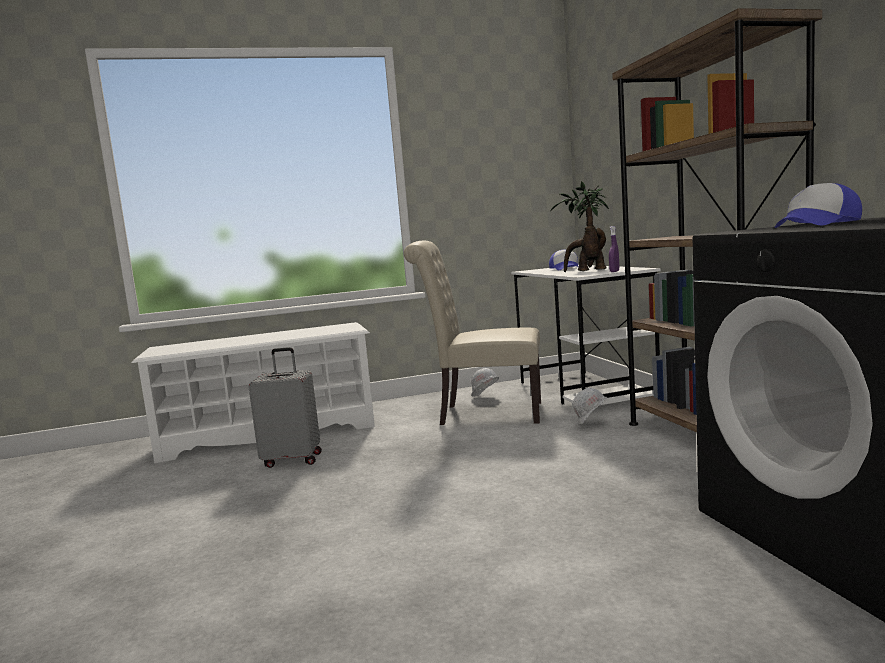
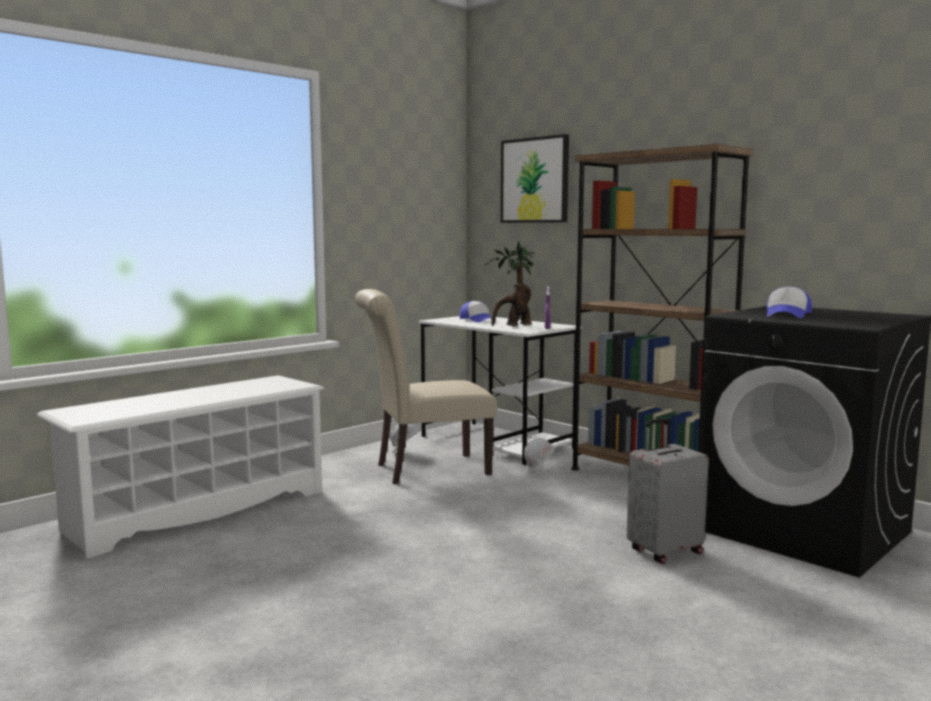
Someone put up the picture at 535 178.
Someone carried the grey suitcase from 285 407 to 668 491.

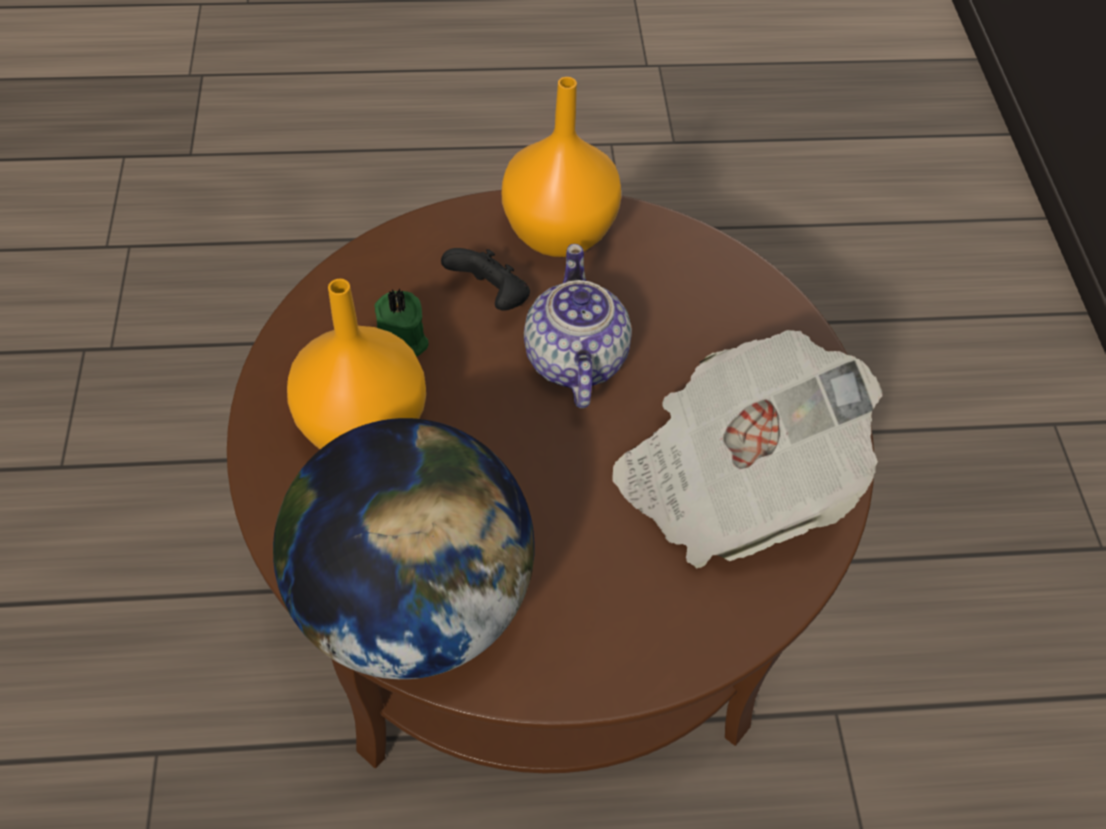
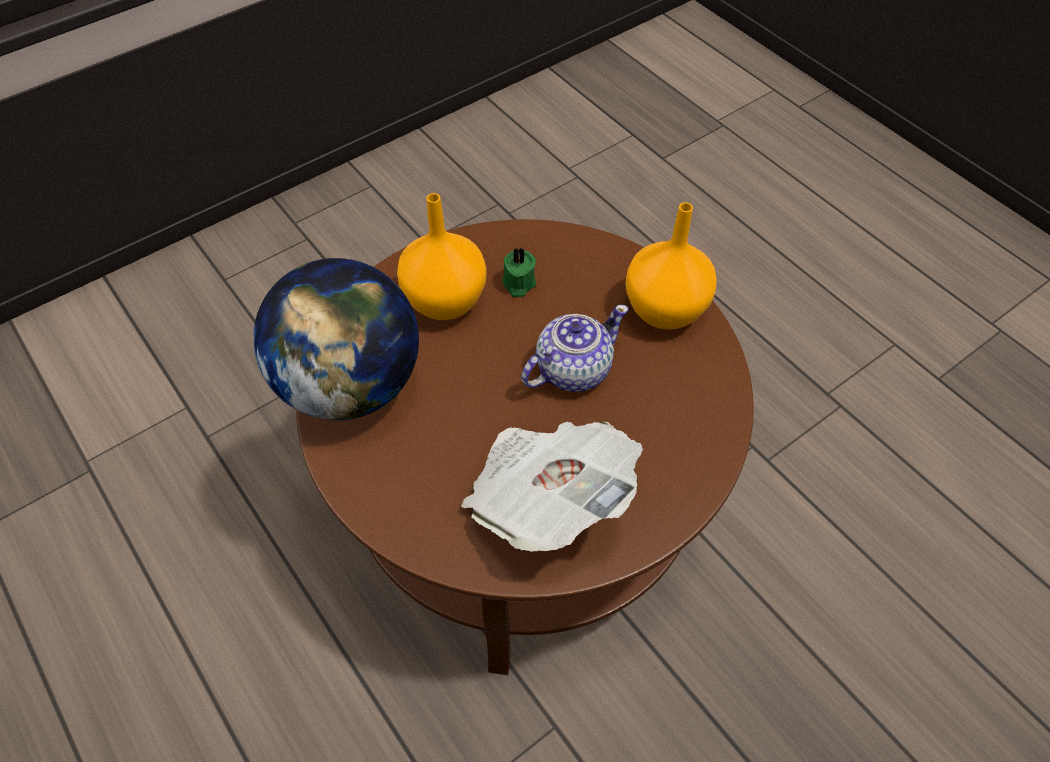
Someone took away the black game controller at 485 279.

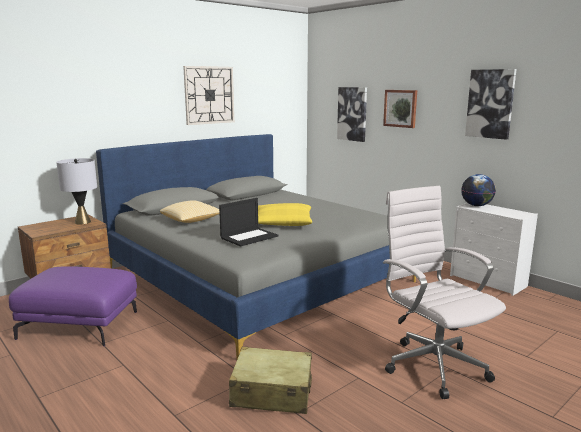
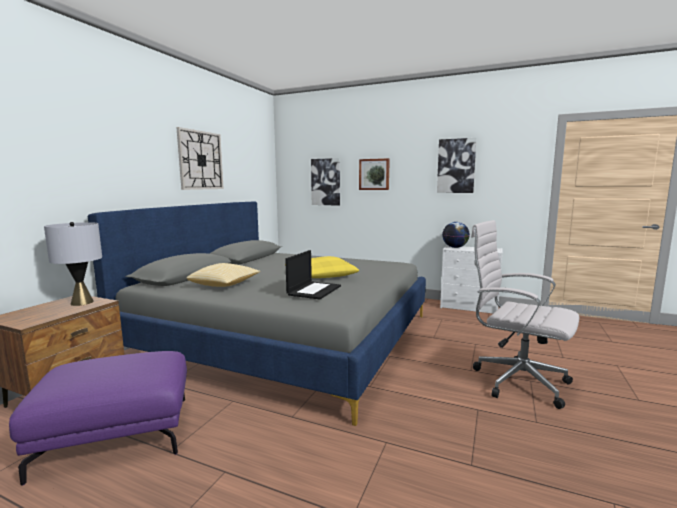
Someone took away the beige suitcase at 270 380.

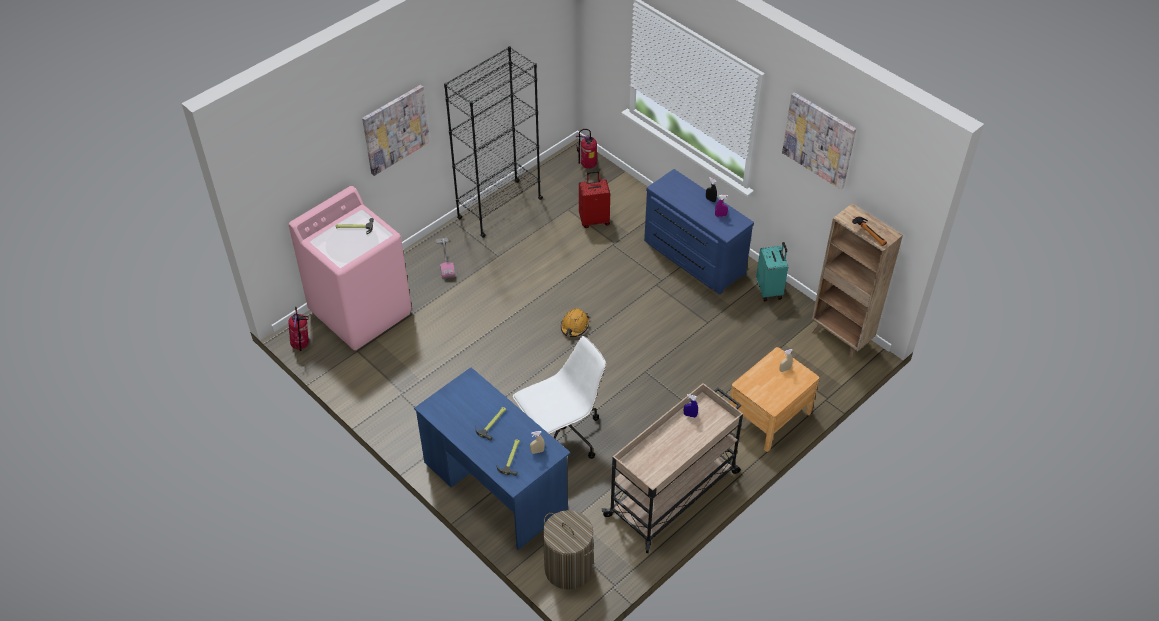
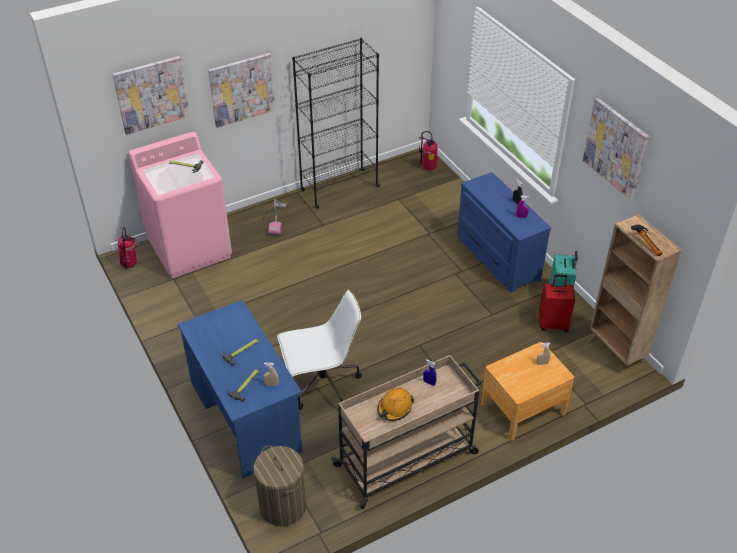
Someone put up the picture at 151 95.
Someone carried the orange hard hat from 575 323 to 396 404.
Someone carried the red suitcase from 594 199 to 557 303.

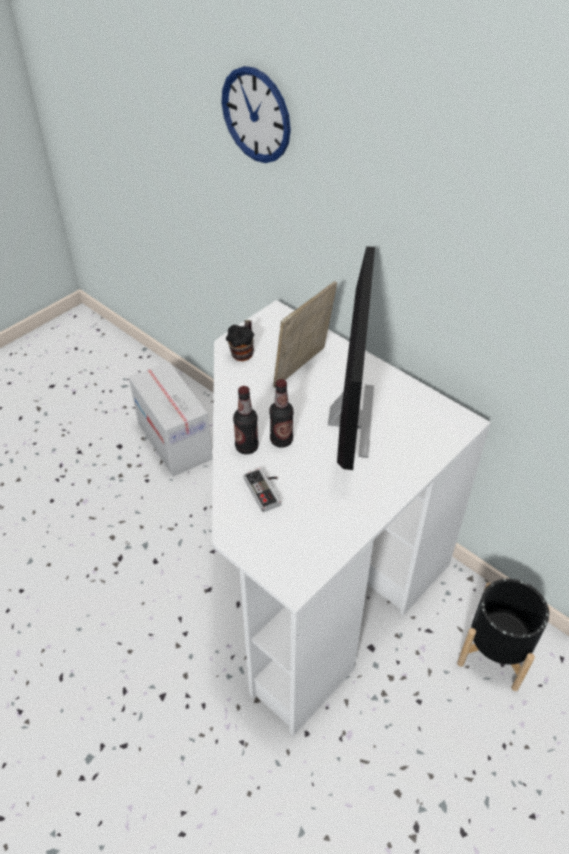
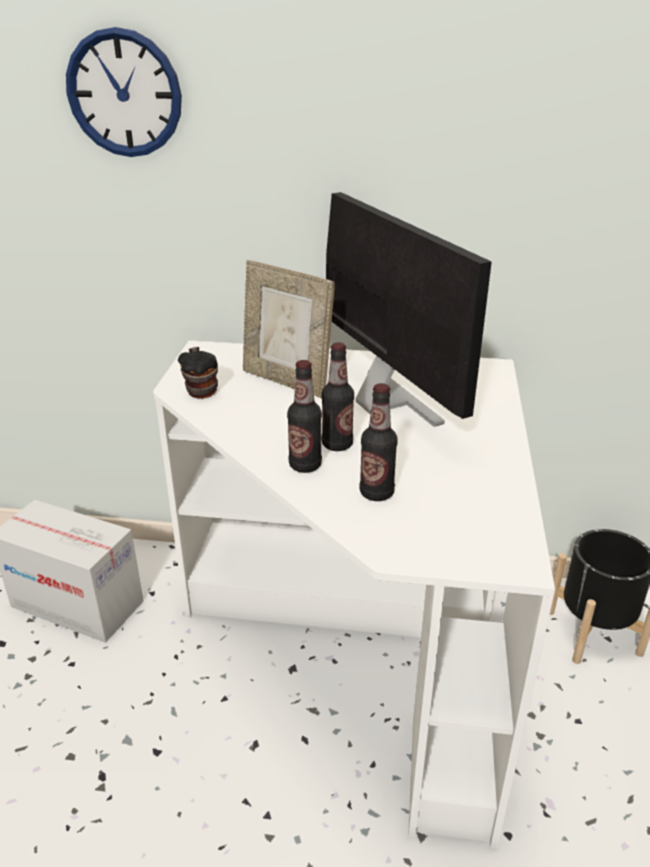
Someone swapped the game controller at 262 490 for the bottle at 379 442.
Someone rotated the picture frame at 305 334 by 60 degrees counterclockwise.

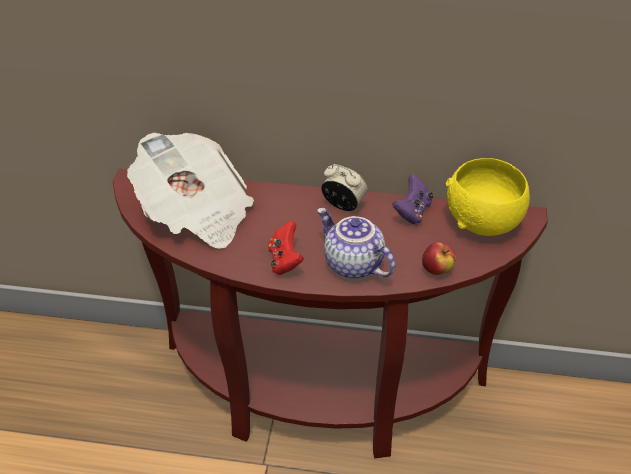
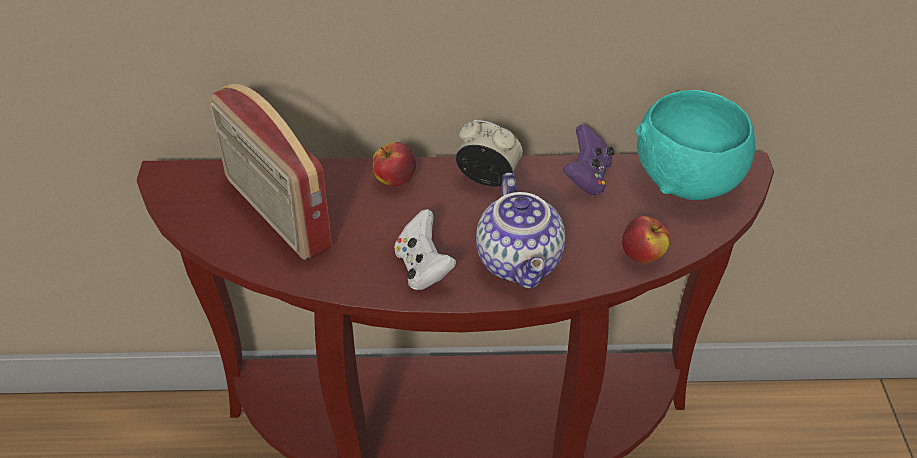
Someone put down the apple at 394 164.
Someone swapped the newspaper at 190 191 for the radio at 270 172.
Someone repainted the red game controller at 286 248, which became the white game controller at 425 249.
Someone repainted the yellow bowl at 488 197, which became the turquoise bowl at 695 145.
Someone rotated the teapot at 356 243 by 135 degrees counterclockwise.

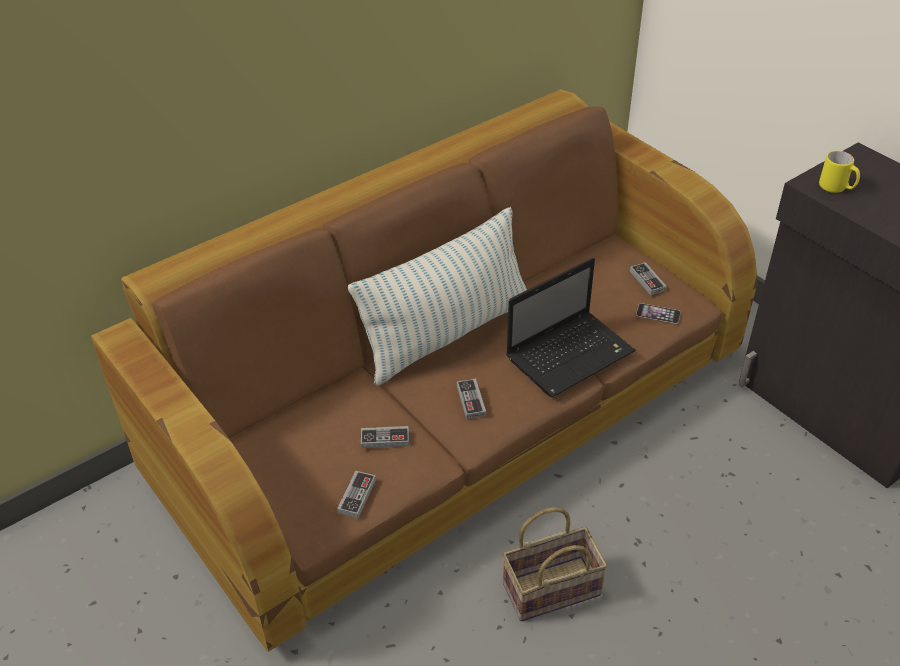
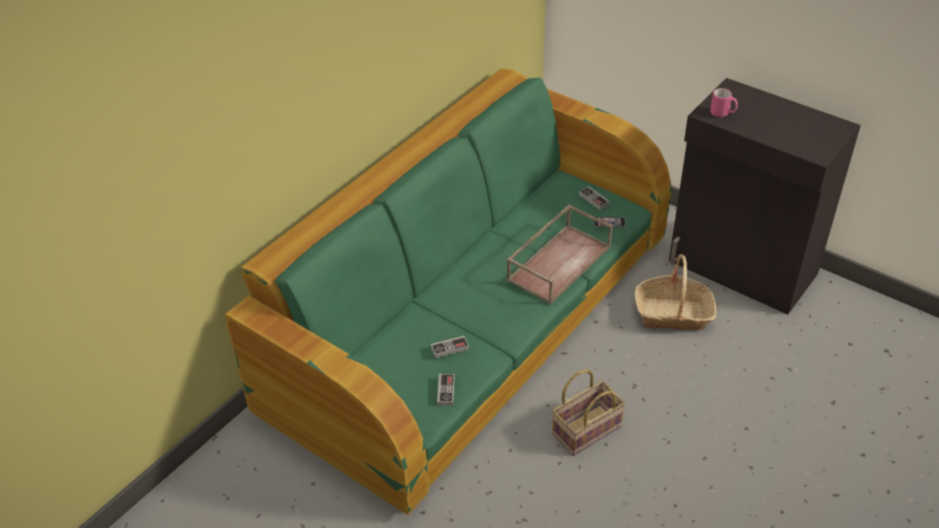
Someone took away the pillow at 437 296.
Someone took away the game controller at 471 399.
Someone put down the basket at 675 292.
Someone swapped the laptop at 571 327 for the brown tray at 559 255.
Someone repainted the brown sofa at 424 370, which became the green sofa at 448 291.
Someone repainted the yellow mug at 839 172, which became the pink mug at 724 102.

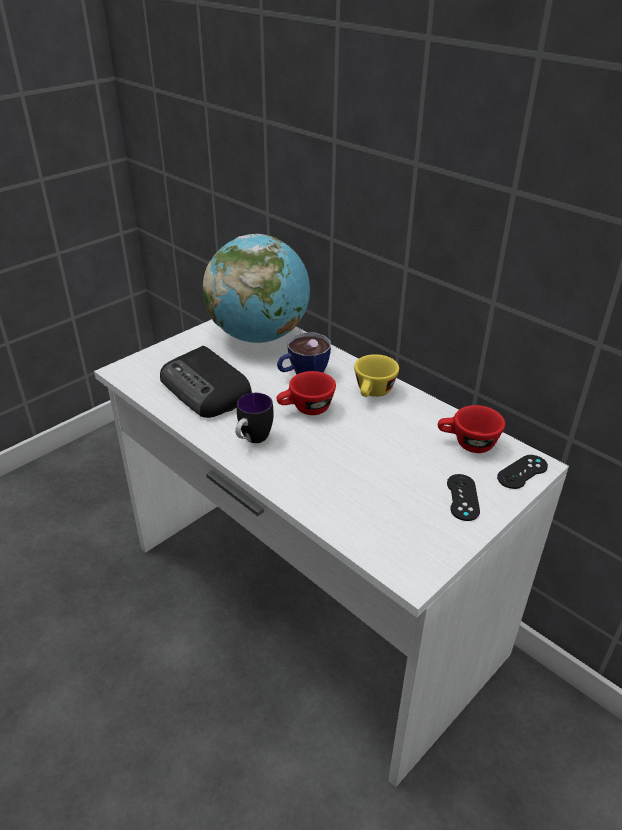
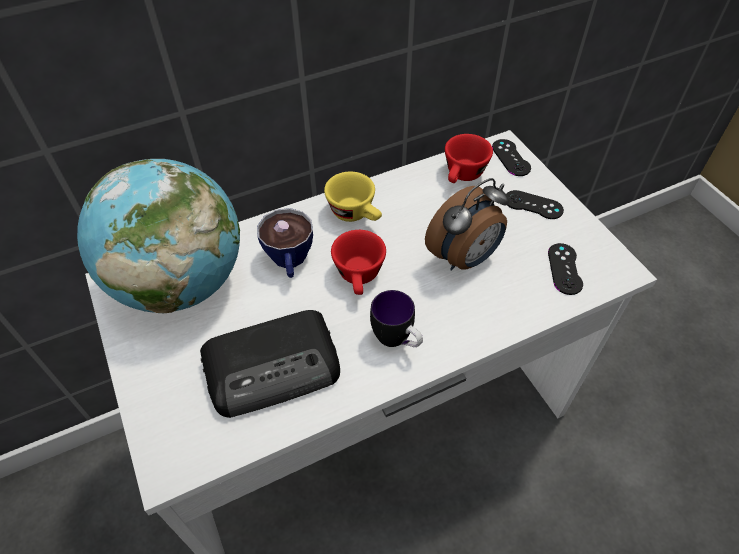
Someone put down the alarm clock at 467 224.
Someone put down the black game controller at 565 269.

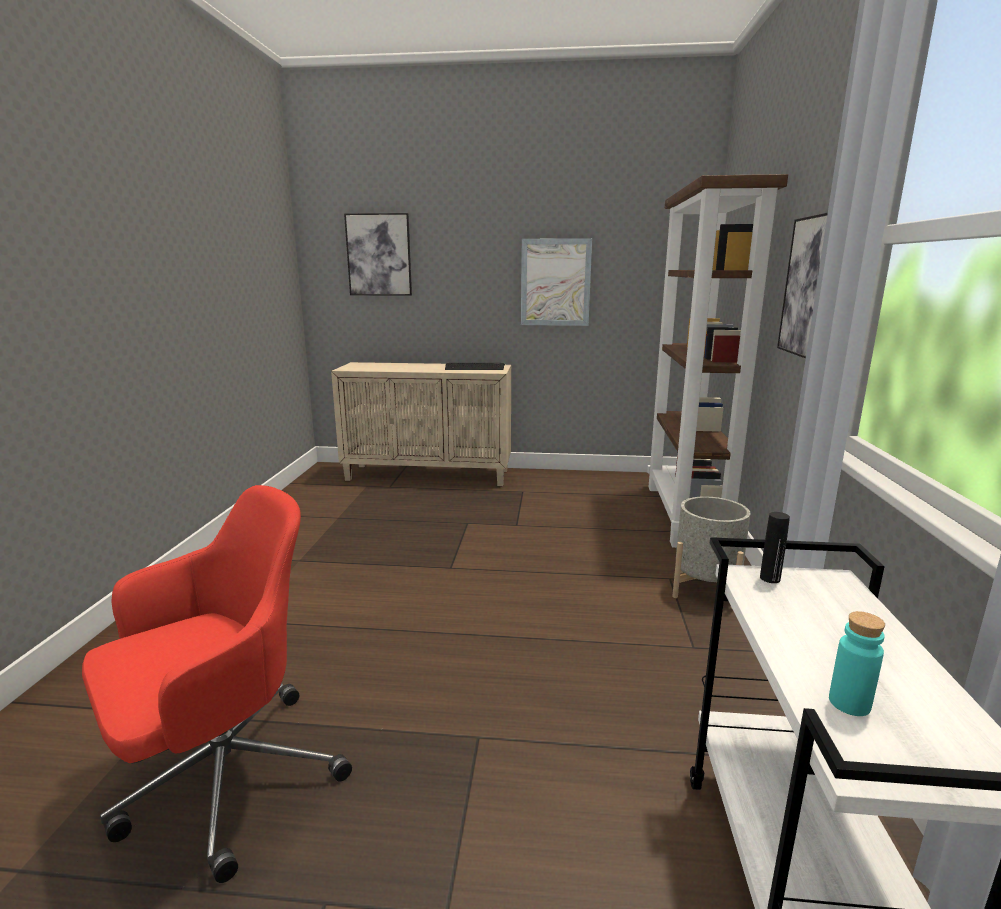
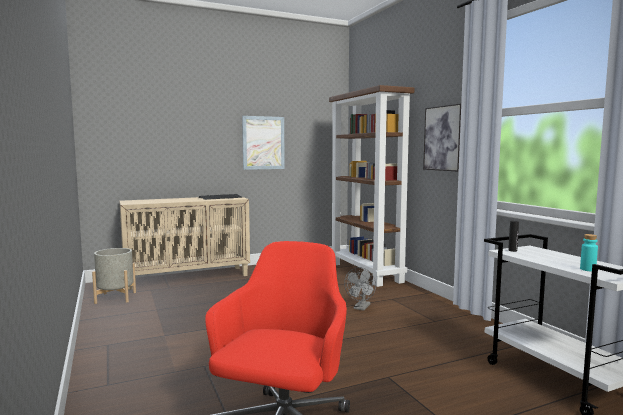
Someone took away the picture at 378 254.
Someone put down the grey fan at 360 289.
Someone carried the grey planter from 711 552 to 114 276.

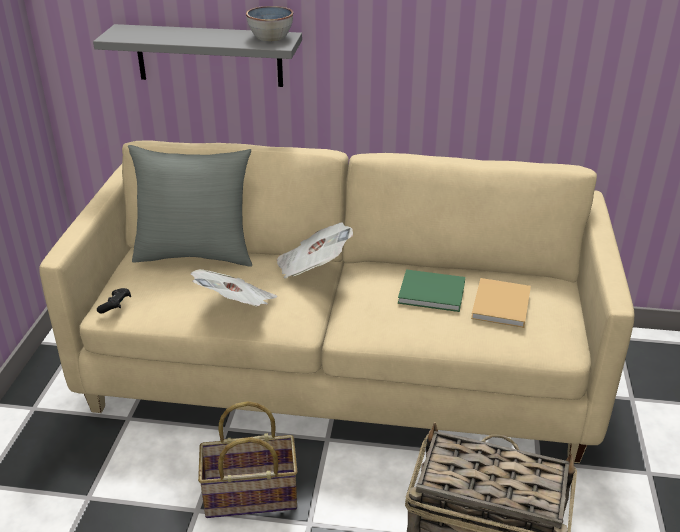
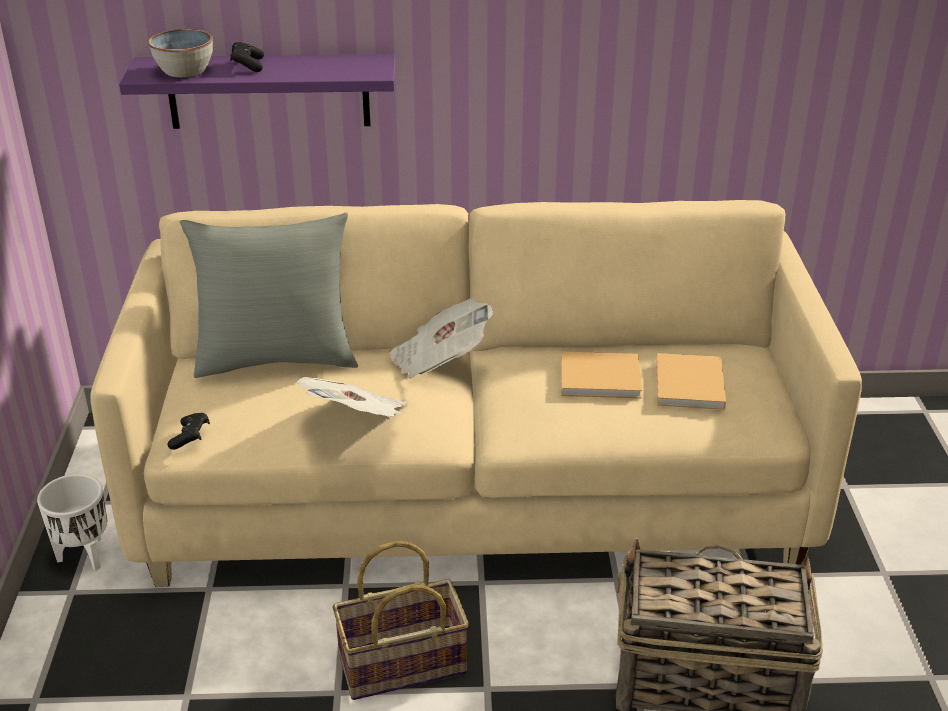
Someone put down the white planter at 72 522.
Someone put down the black game controller at 247 57.
Someone carried the bowl from 269 23 to 180 53.
Someone repainted the grey shelf at 197 55, which became the purple shelf at 257 91.
Someone repainted the green book at 431 290, which became the beige book at 601 375.

